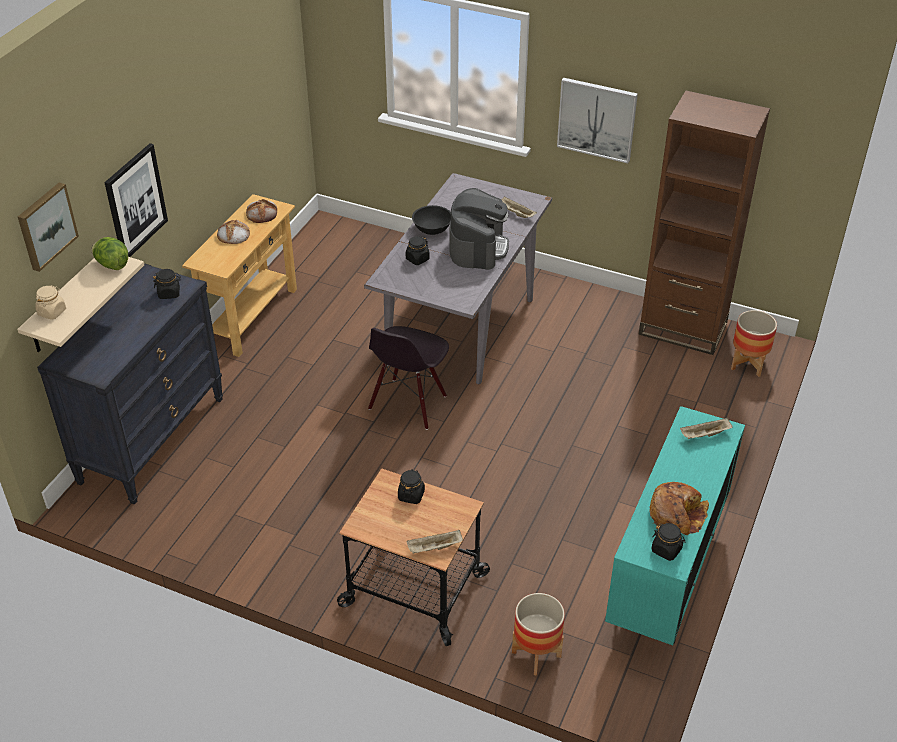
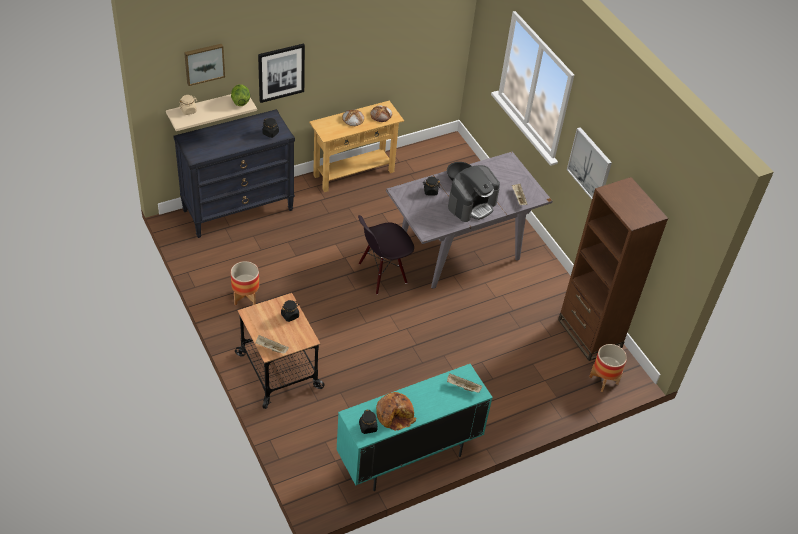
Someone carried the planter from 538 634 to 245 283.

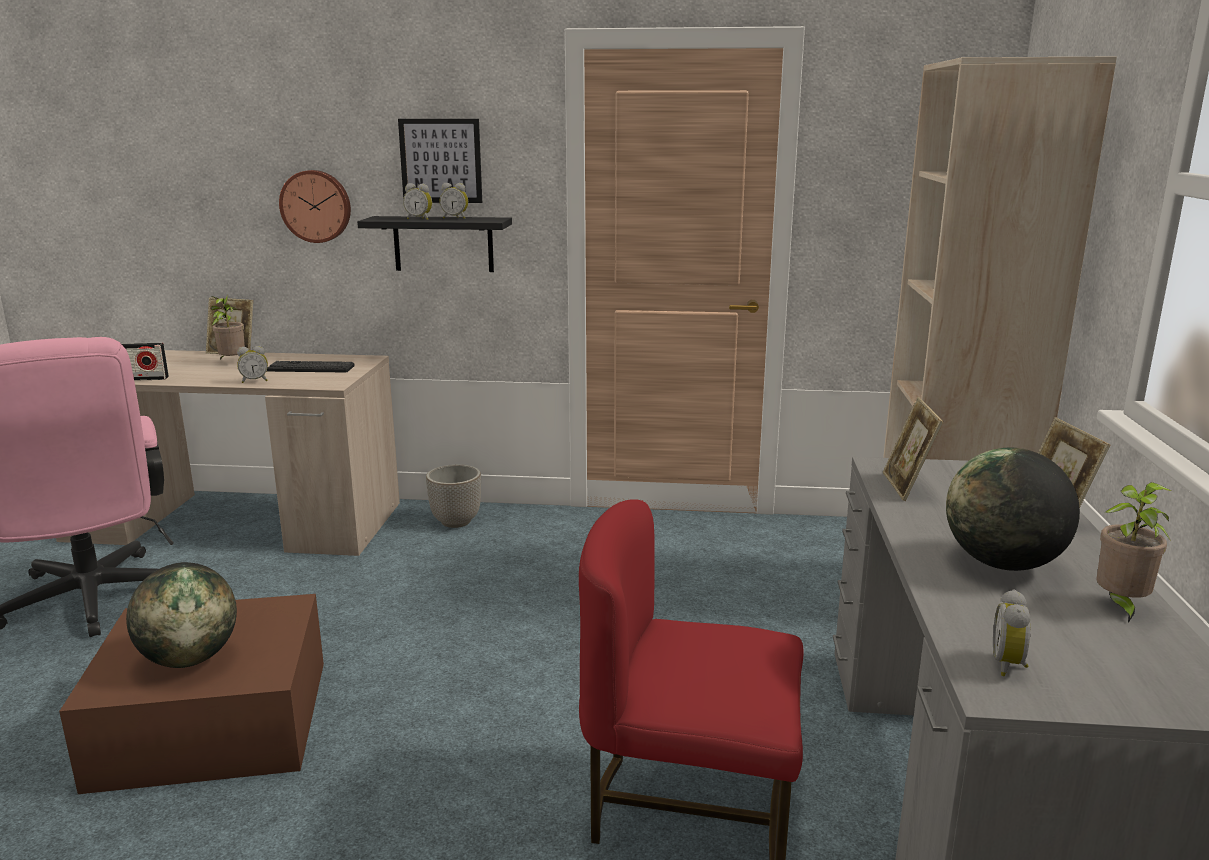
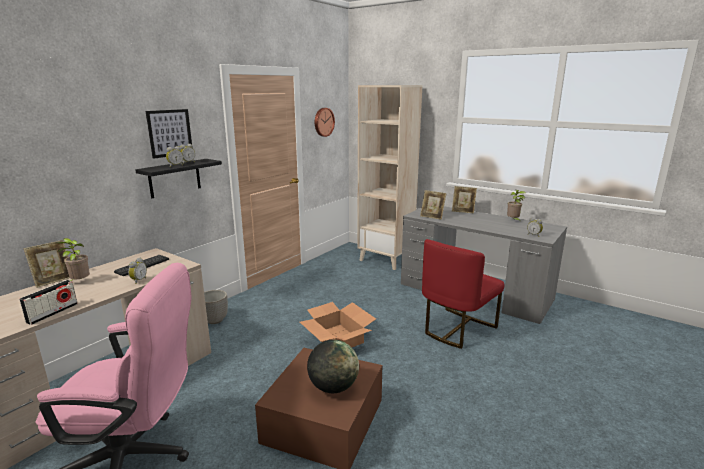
Someone took away the globe at 1013 509.
Someone put down the cardboard box at 338 324.
Someone carried the wall clock from 315 206 to 325 122.

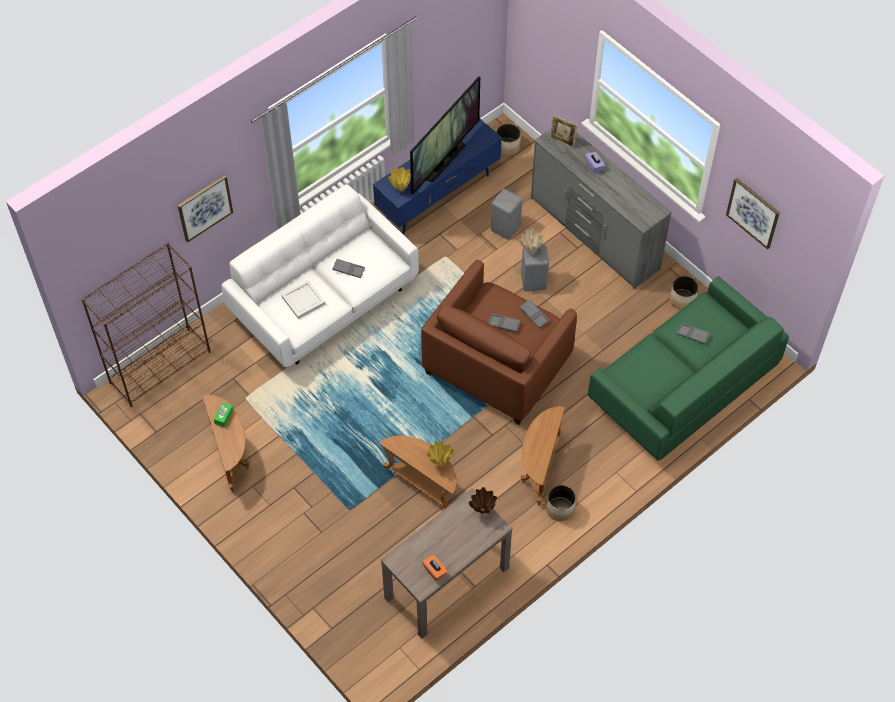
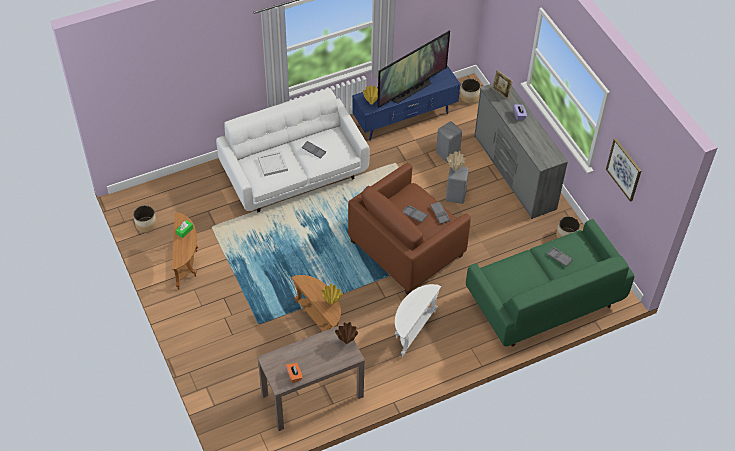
Someone took away the brown bookcase at 146 325.
Someone took away the picture at 205 209.
Someone carried the planter from 561 503 to 145 219.
Someone repainted the brown side table at 543 456, which became the white side table at 418 320.

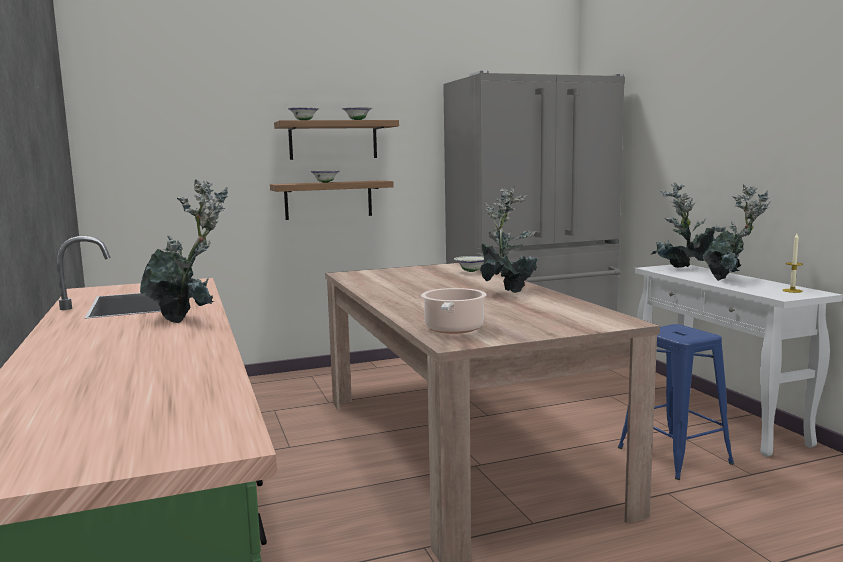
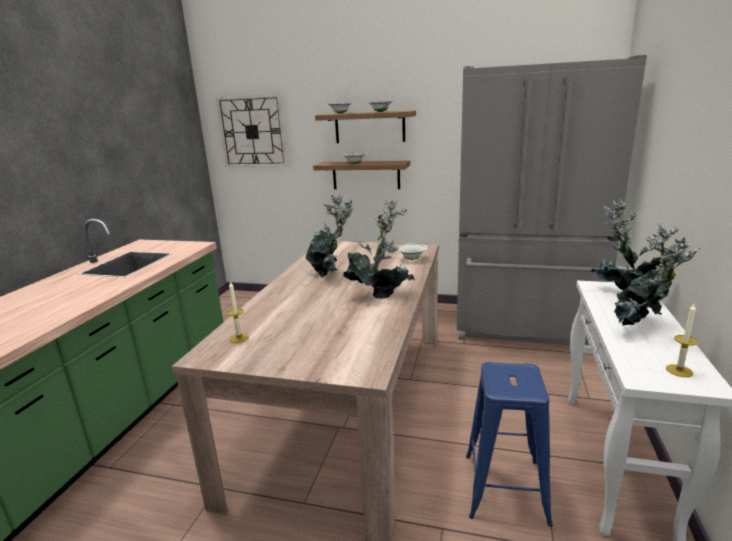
Someone put up the wall clock at 251 130.
Someone carried the potted plant from 184 251 to 329 236.
Someone swapped the cooking pot at 453 311 for the candle at 238 312.

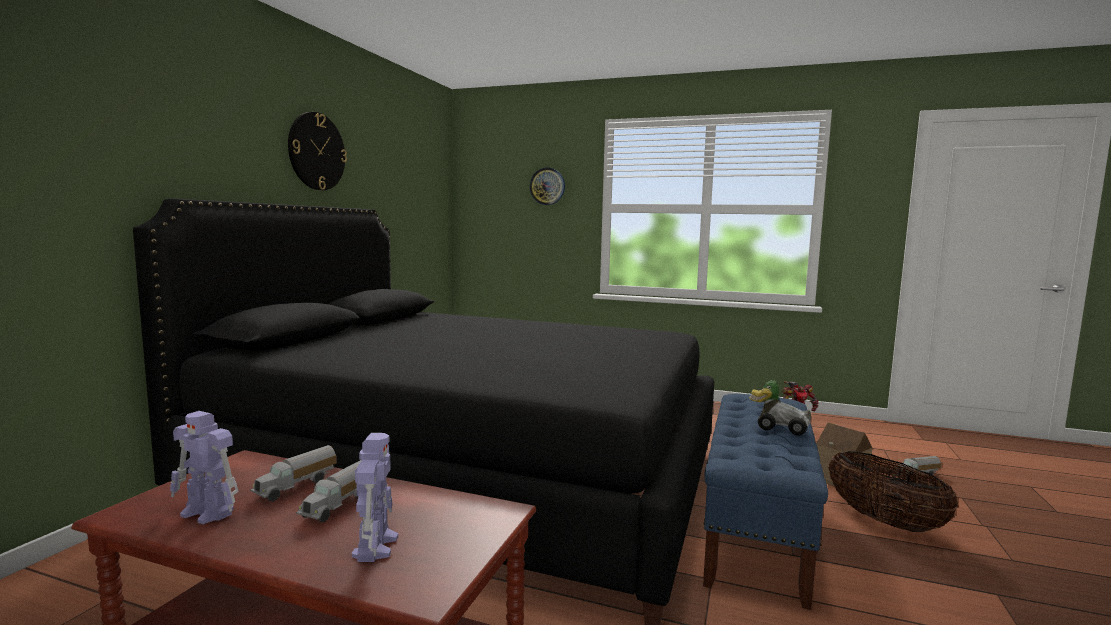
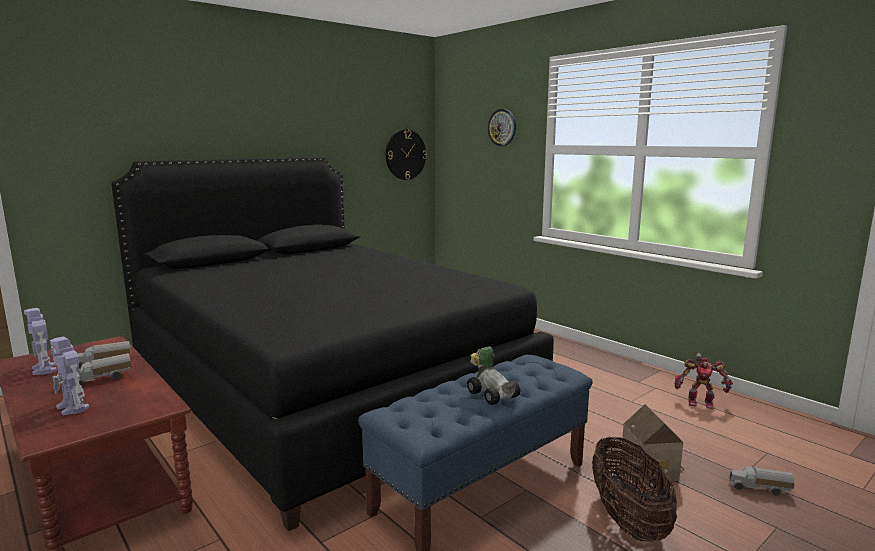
Someone carried the wall clock from 317 151 to 406 154.
Someone rotated the toy robot at 375 497 by 105 degrees clockwise.

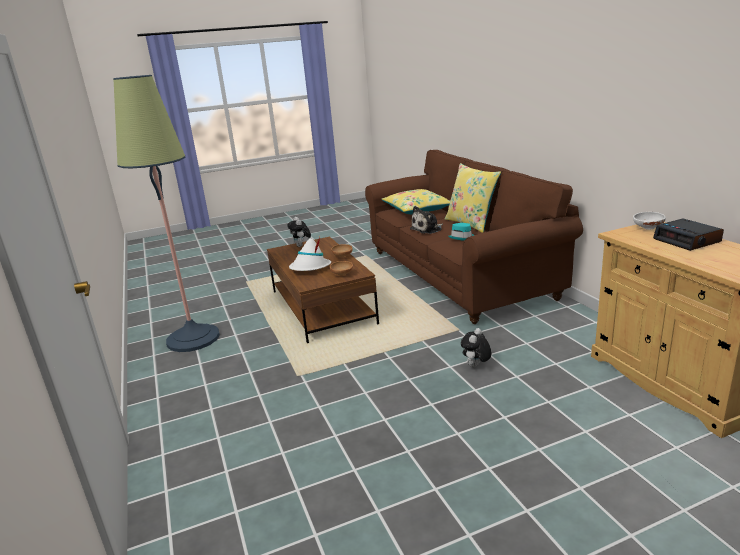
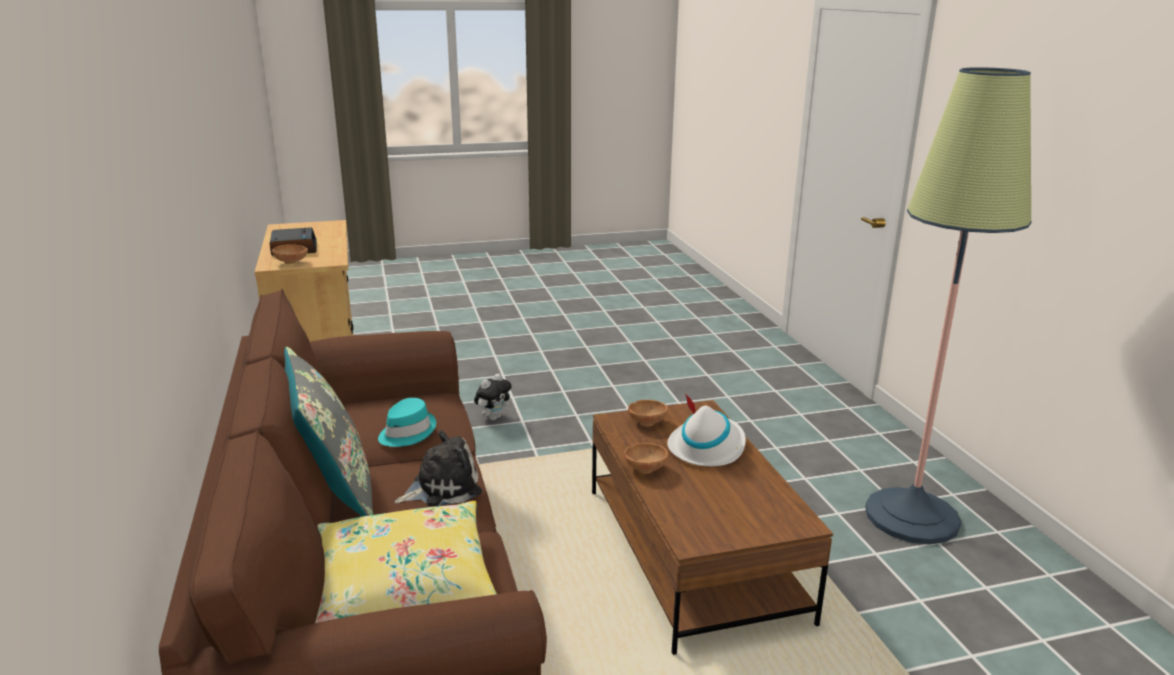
Someone took away the plush toy at 299 232.
Someone repainted the yellow pillow at 473 197, which became the grey pillow at 328 432.
Someone repainted the white bowl at 649 221, which became the brown bowl at 290 254.

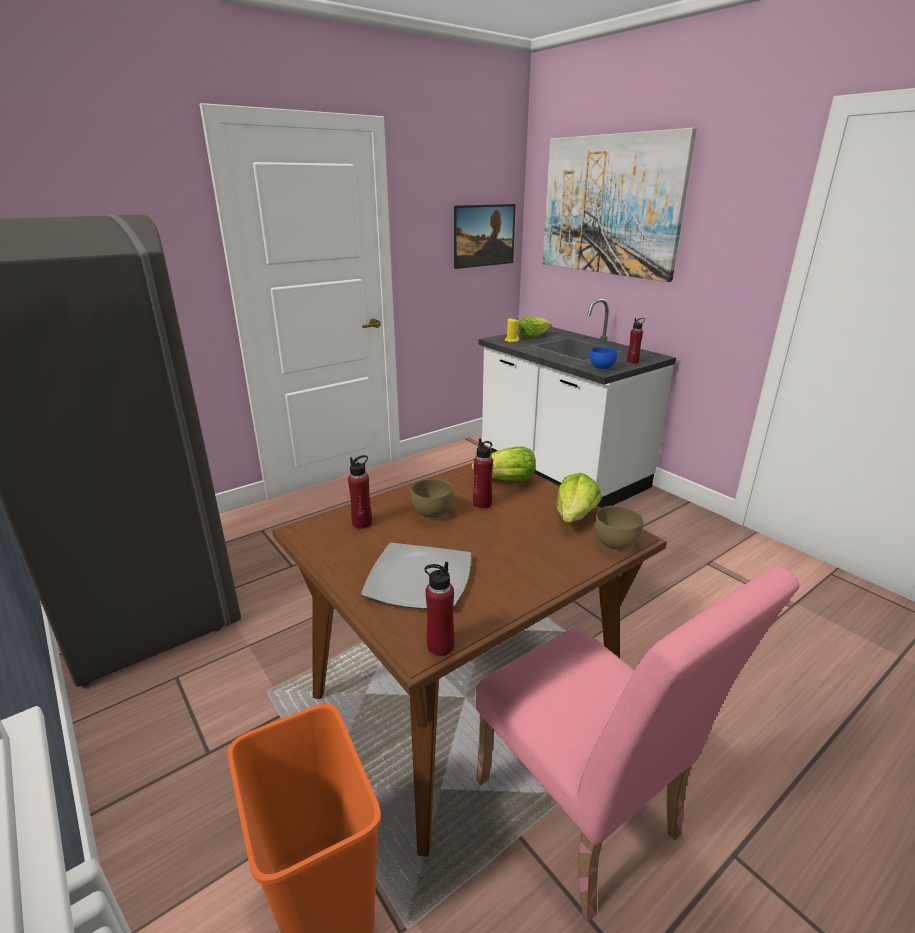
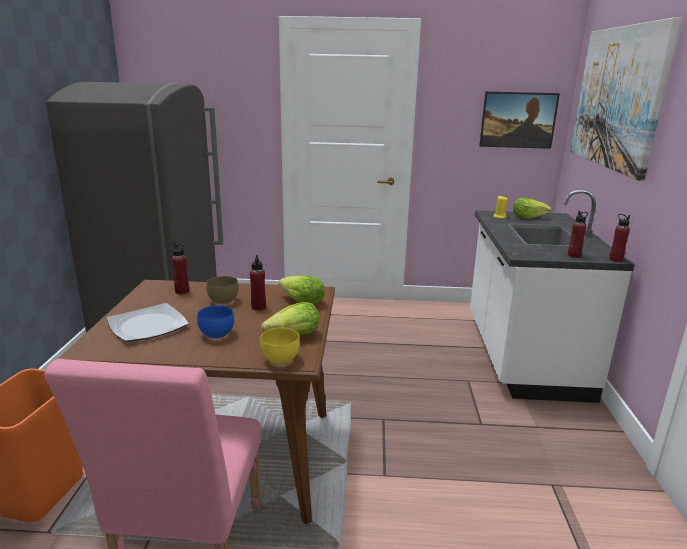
Someone carried the red bottle from 439 609 to 619 238.
Someone carried the blue bowl from 603 358 to 215 322.
Someone repainted the brown bowl at 618 528, which became the yellow bowl at 280 346.

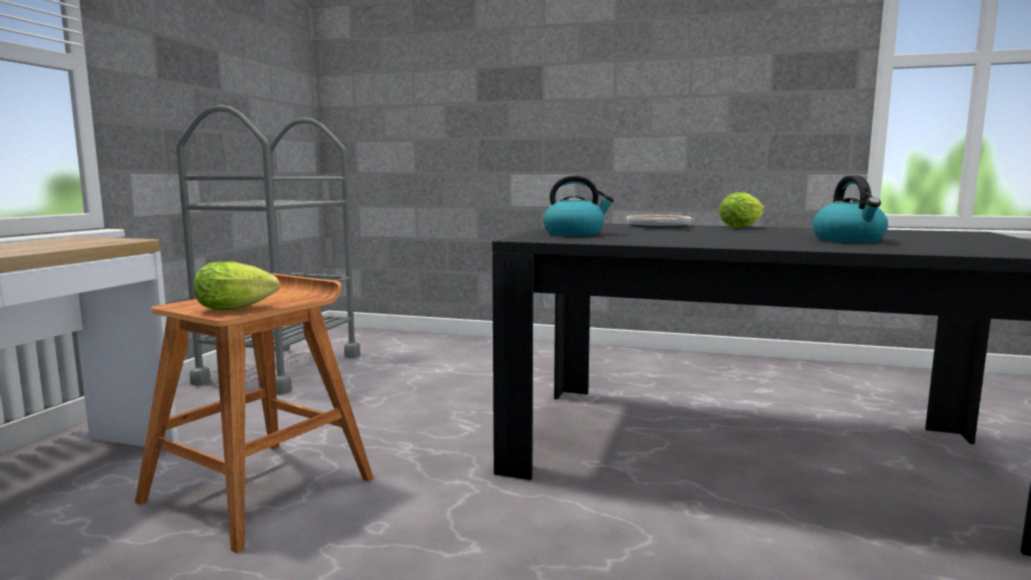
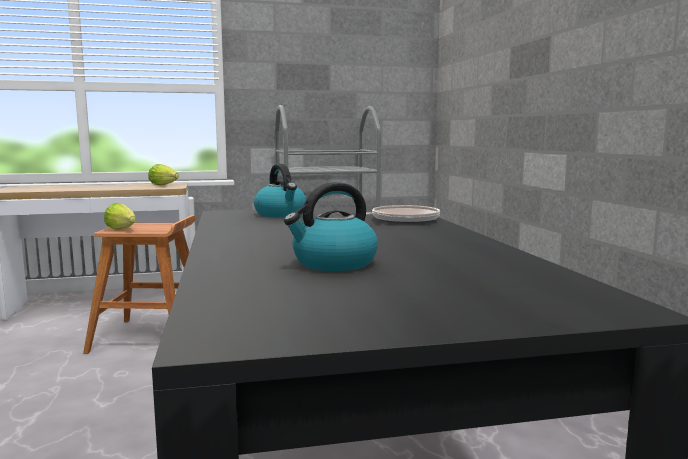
Someone carried the lettuce from 741 210 to 163 174.

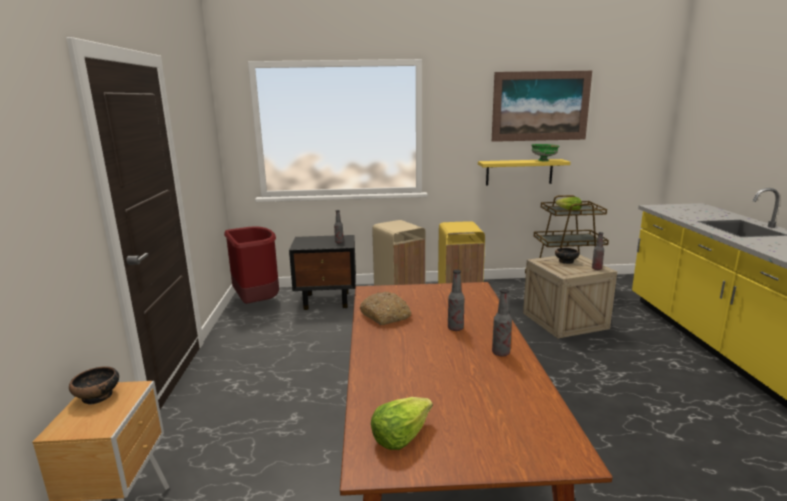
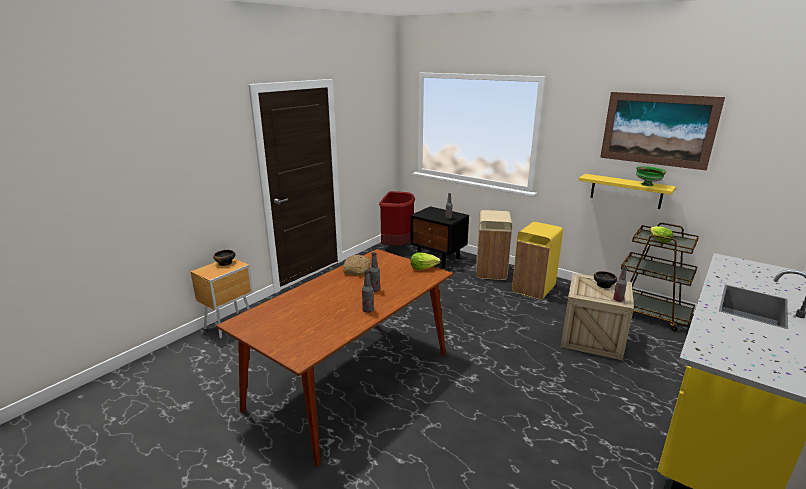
Someone carried the lettuce from 402 423 to 426 261.

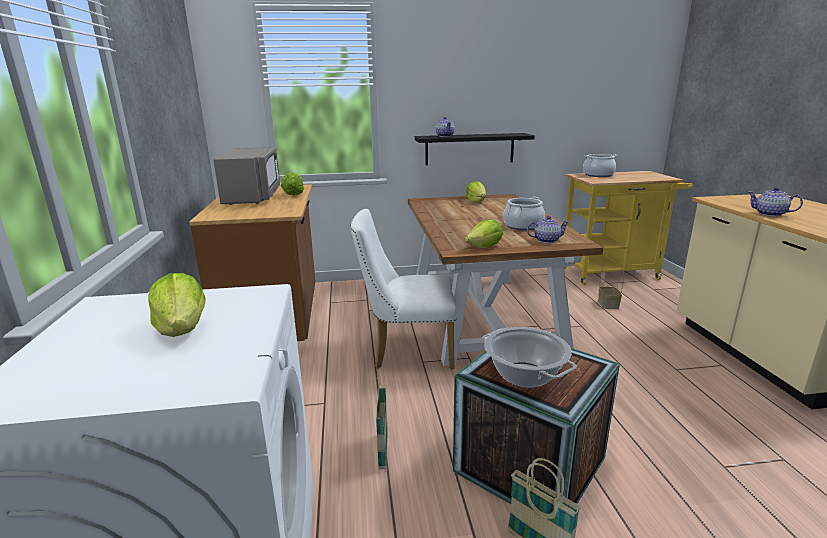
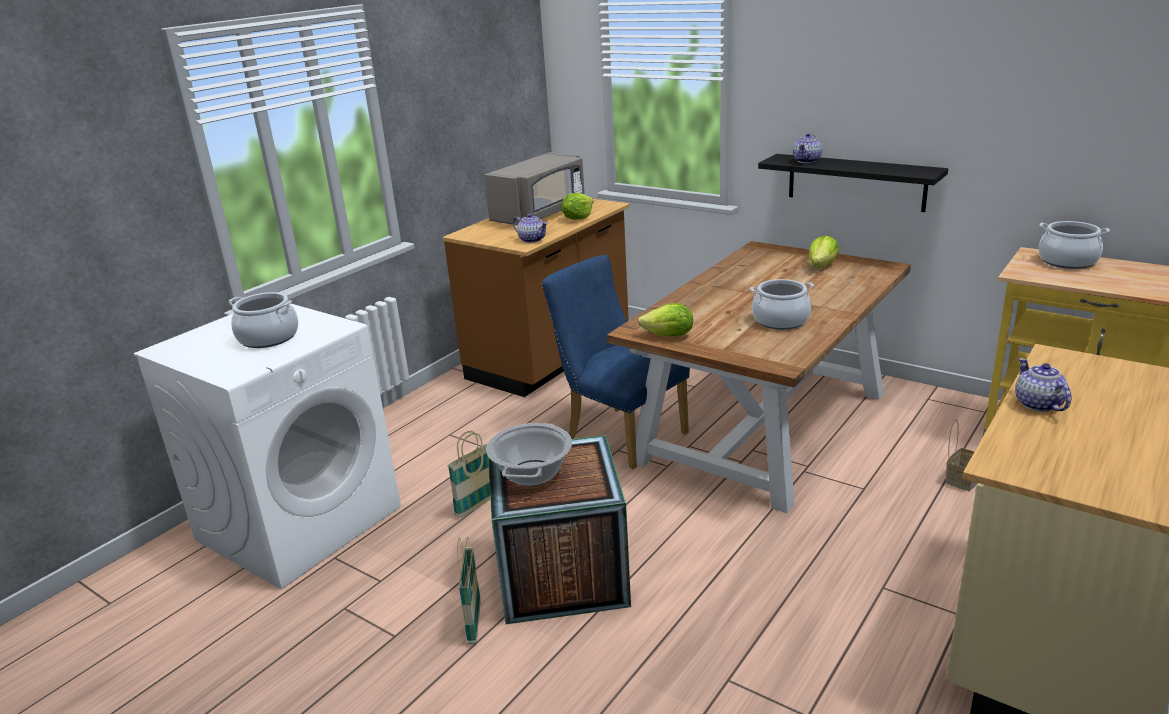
Someone carried the teapot from 548 229 to 530 228.
Someone swapped the lettuce at 176 305 for the cooking pot at 263 320.
Someone repainted the white chair at 403 289, which became the blue chair at 616 362.

